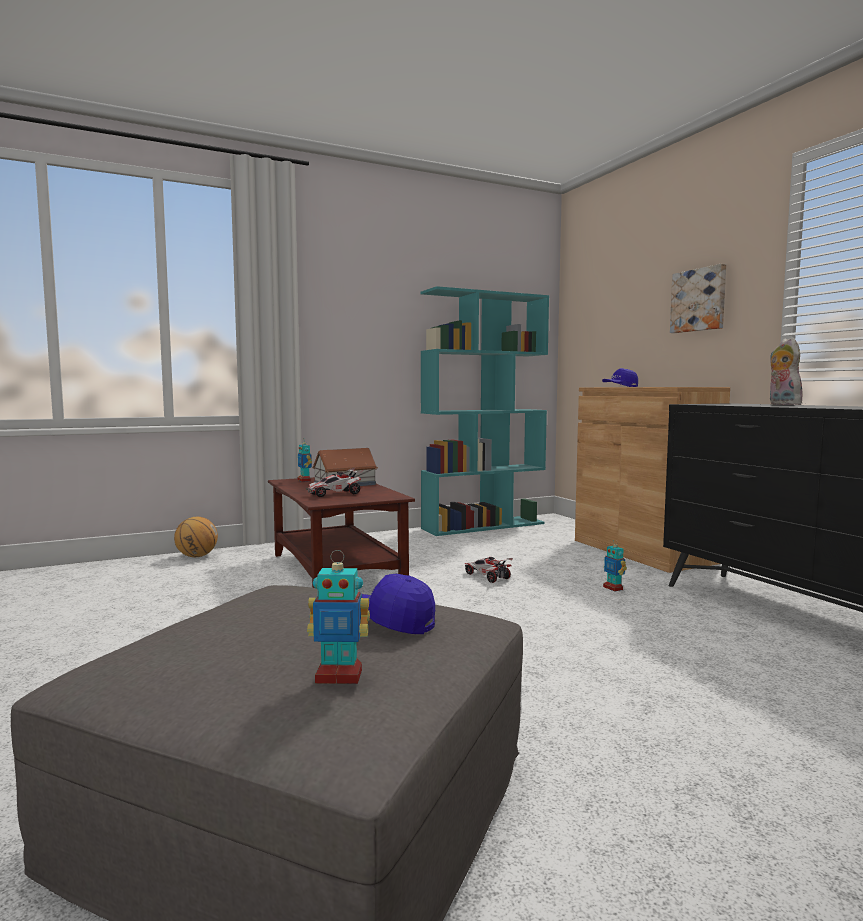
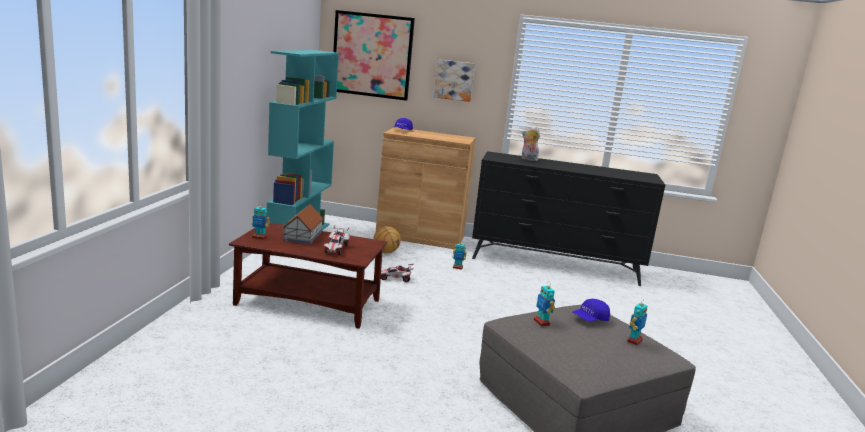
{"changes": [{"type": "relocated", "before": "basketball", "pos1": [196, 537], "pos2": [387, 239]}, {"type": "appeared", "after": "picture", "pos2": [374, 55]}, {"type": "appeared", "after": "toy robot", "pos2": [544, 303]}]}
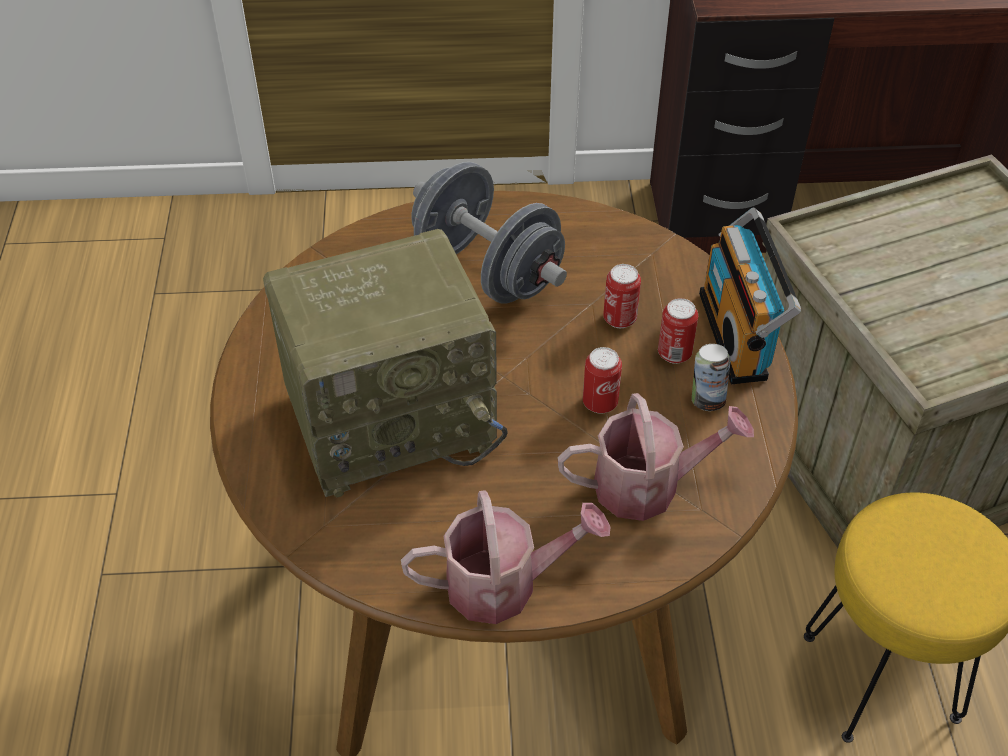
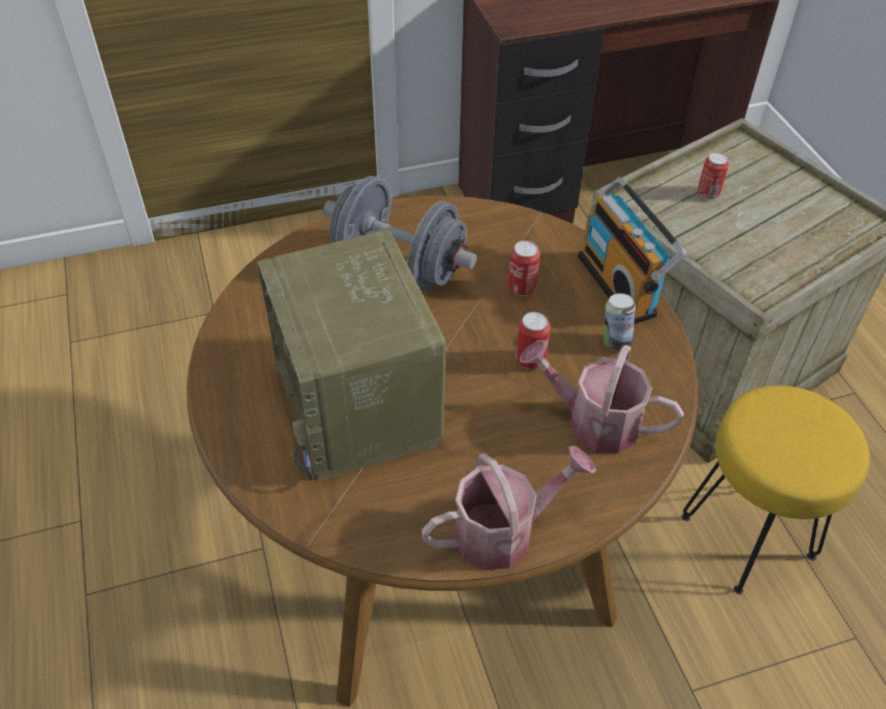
{"changes": [{"type": "spun", "before": "radio receiver", "pos1": [385, 363], "pos2": [351, 355], "turn": 105}, {"type": "relocated", "before": "sealed can", "pos1": [678, 331], "pos2": [713, 176]}, {"type": "spun", "before": "sprinkling can", "pos1": [656, 457], "pos2": [601, 397], "turn": -135}]}
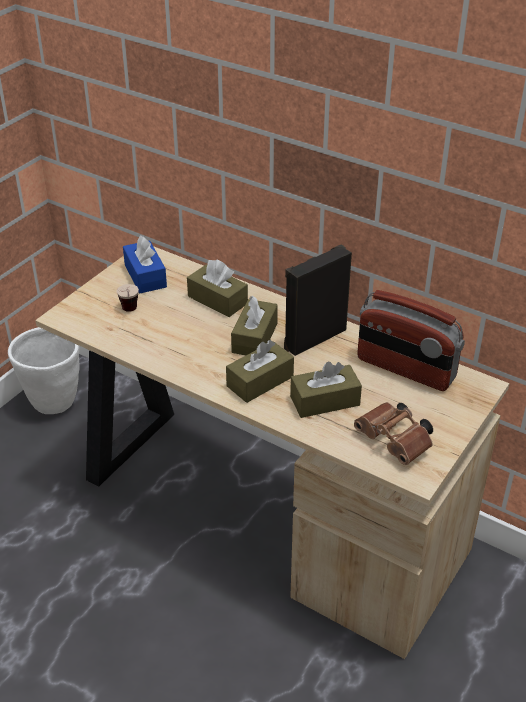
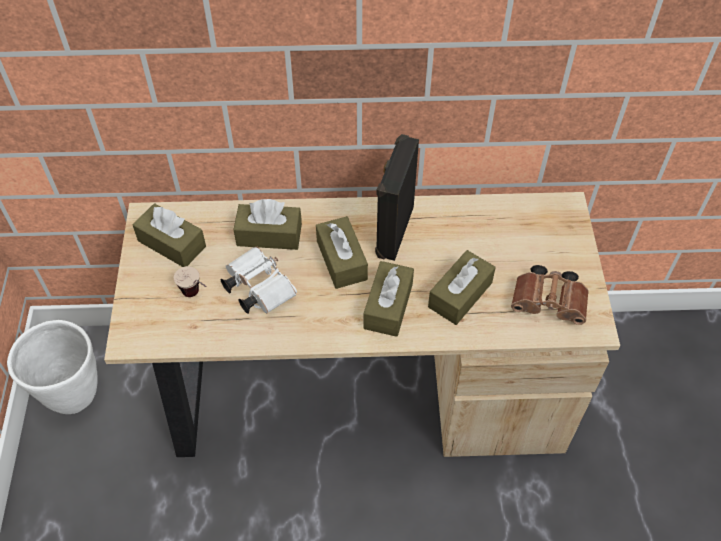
{"changes": [{"type": "colour", "before": "blue box of tissues", "after": "brown-coloured box of tissues", "pos1": [145, 264], "pos2": [169, 235]}, {"type": "missing", "before": "radio receiver", "pos1": [411, 340]}, {"type": "appeared", "after": "whitish binoculars", "pos2": [258, 280]}]}
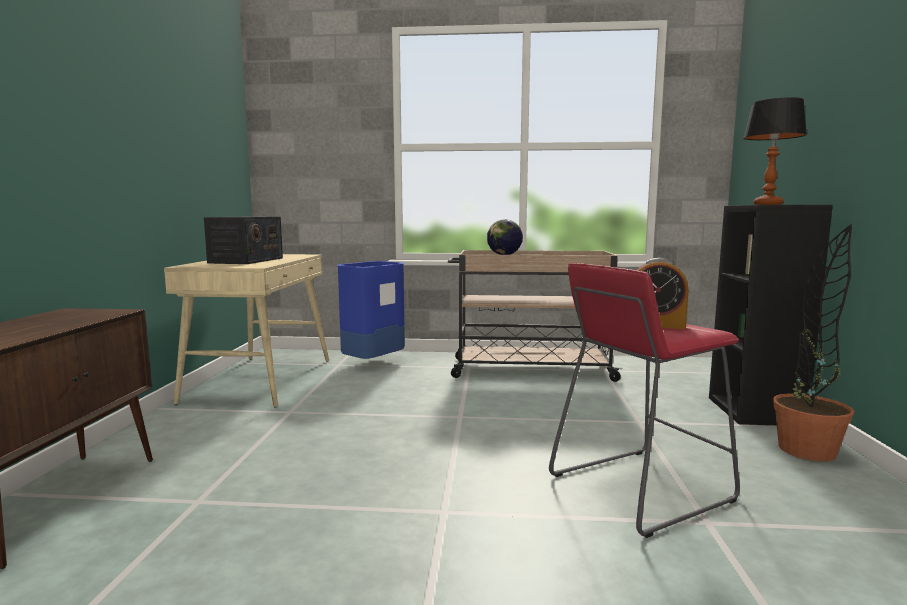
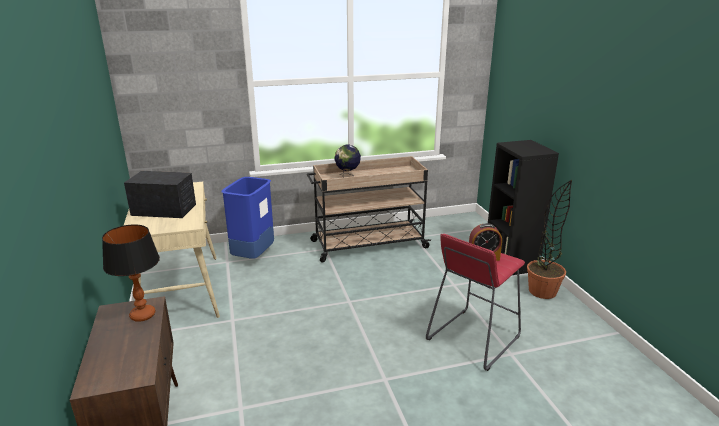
{"changes": [{"type": "relocated", "before": "table lamp", "pos1": [775, 151], "pos2": [131, 273]}, {"type": "spun", "before": "radio receiver", "pos1": [243, 240], "pos2": [160, 194], "turn": -75}]}
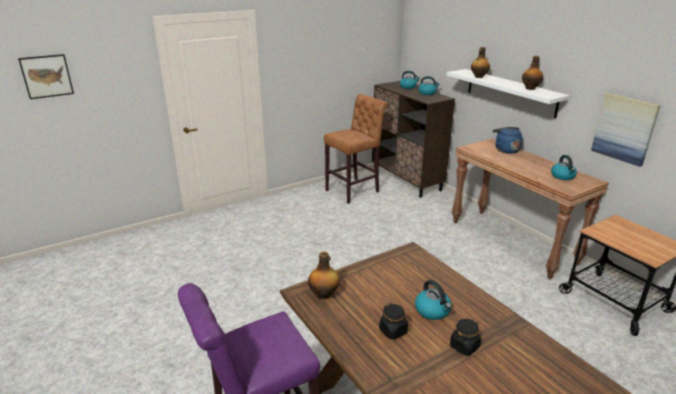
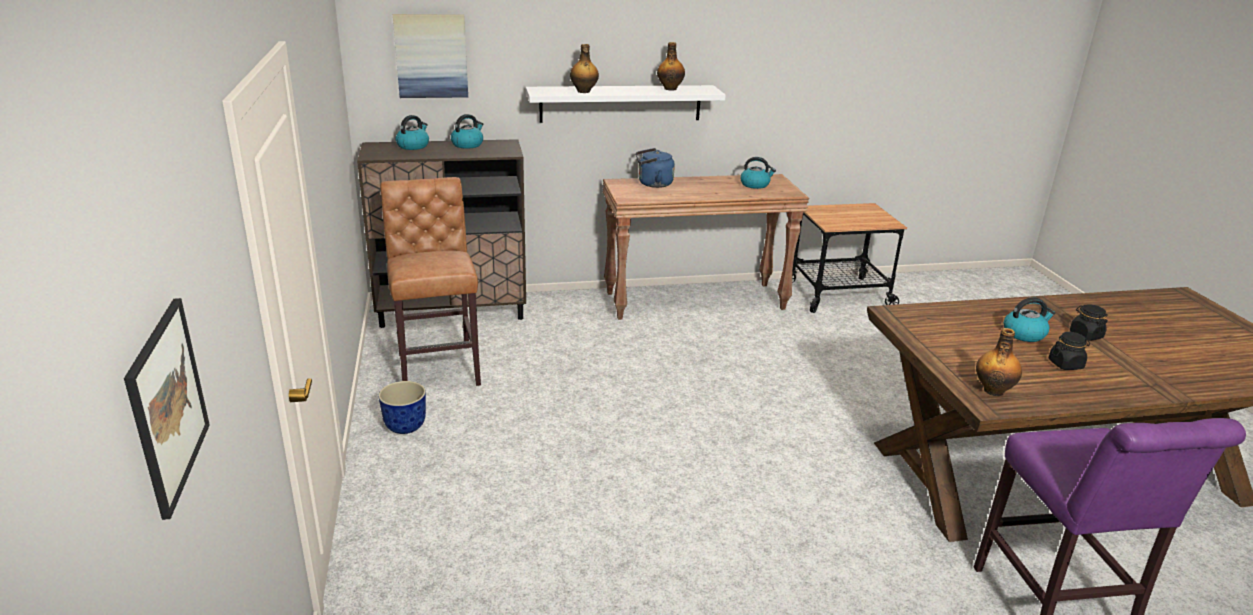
{"changes": [{"type": "relocated", "before": "picture", "pos1": [626, 130], "pos2": [430, 56]}, {"type": "appeared", "after": "planter", "pos2": [402, 407]}]}
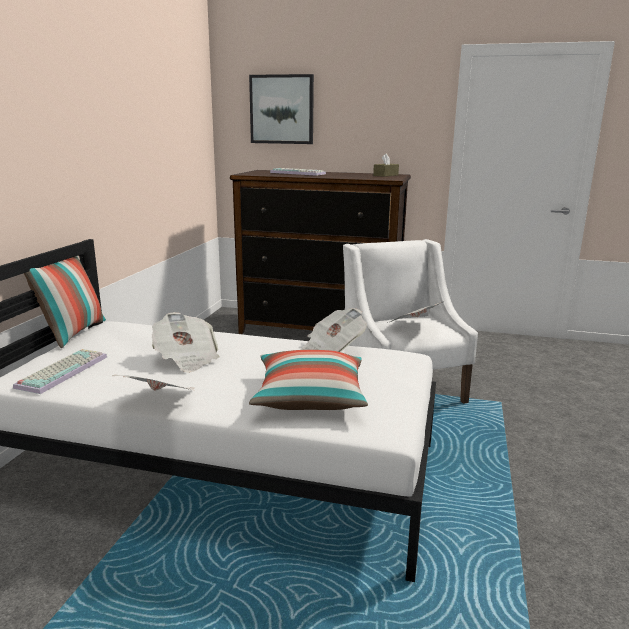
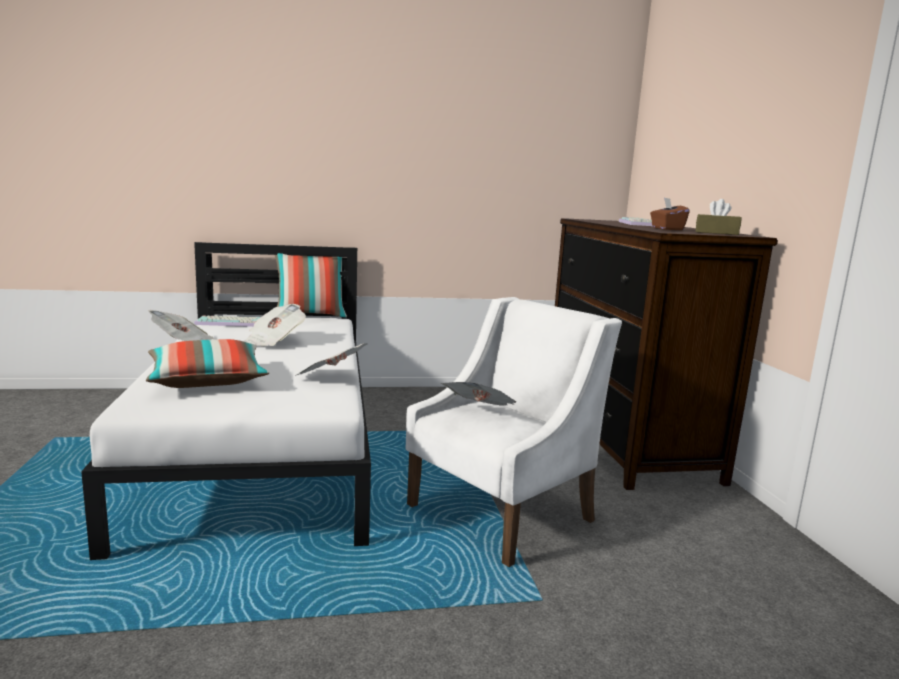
{"changes": [{"type": "missing", "before": "picture", "pos1": [281, 109]}, {"type": "appeared", "after": "brown-coloured box of tissues", "pos2": [670, 214]}]}
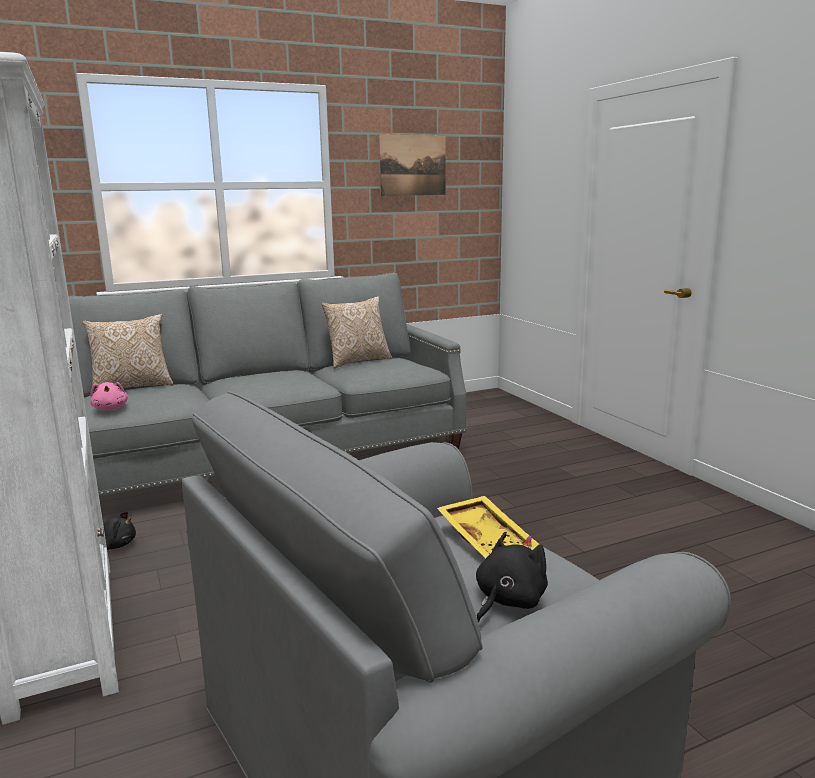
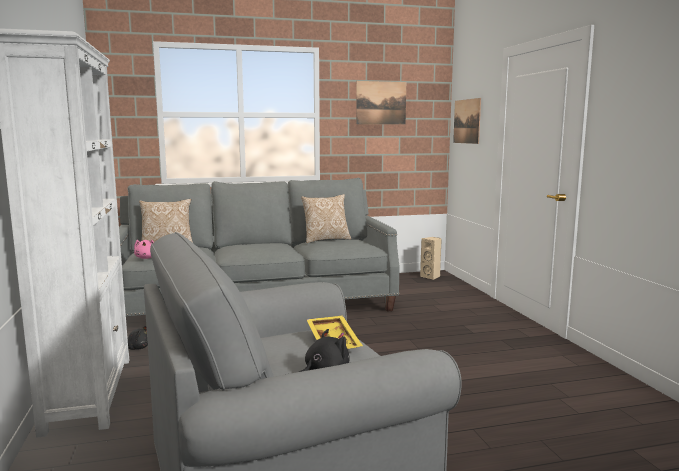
{"changes": [{"type": "appeared", "after": "picture", "pos2": [467, 121]}, {"type": "appeared", "after": "sand-coloured loudspeaker", "pos2": [431, 258]}]}
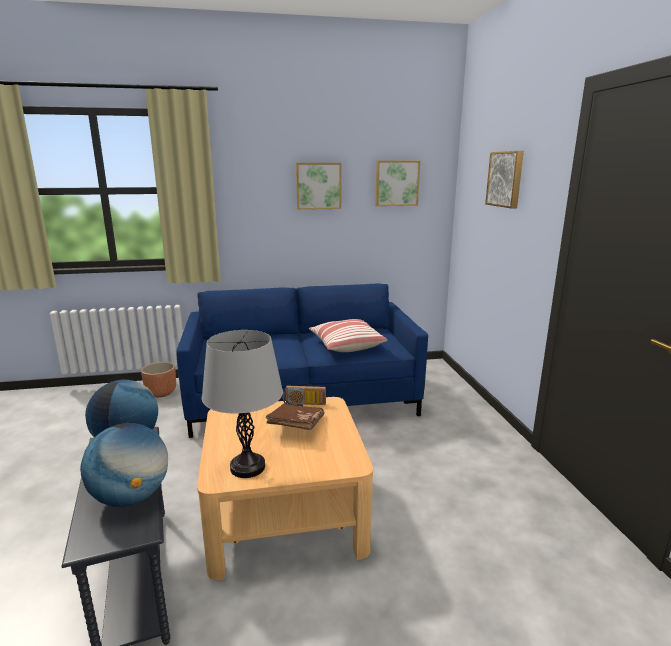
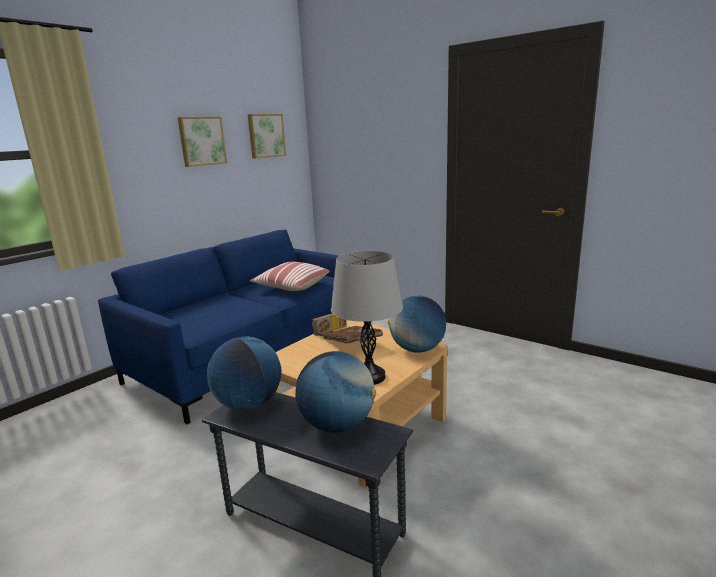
{"changes": [{"type": "missing", "before": "picture", "pos1": [504, 179]}, {"type": "missing", "before": "brown-coloured planter", "pos1": [158, 379]}, {"type": "appeared", "after": "desk globe", "pos2": [417, 324]}]}
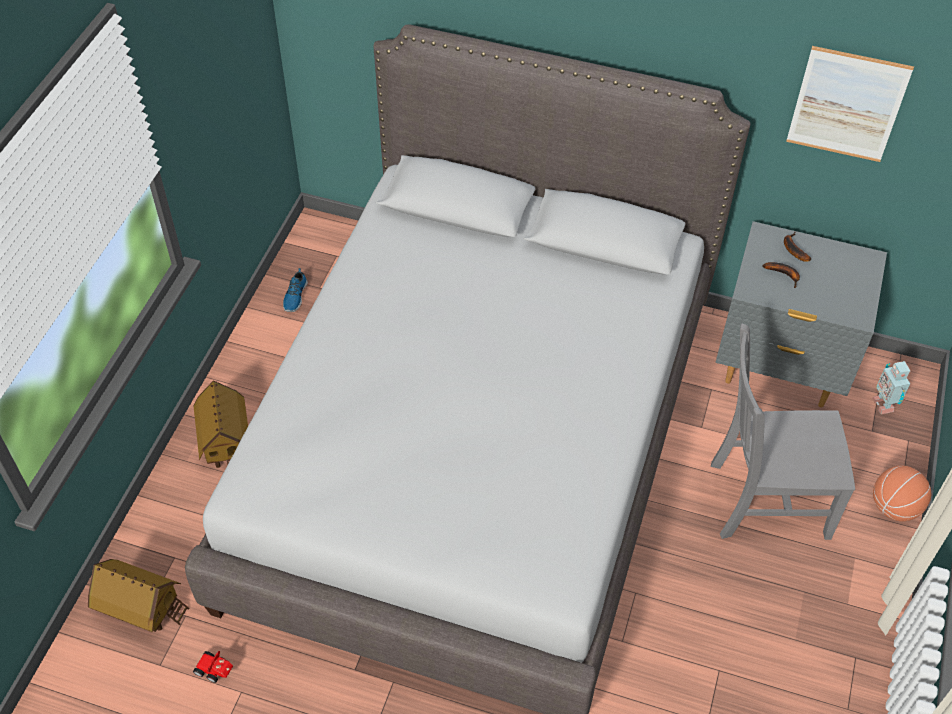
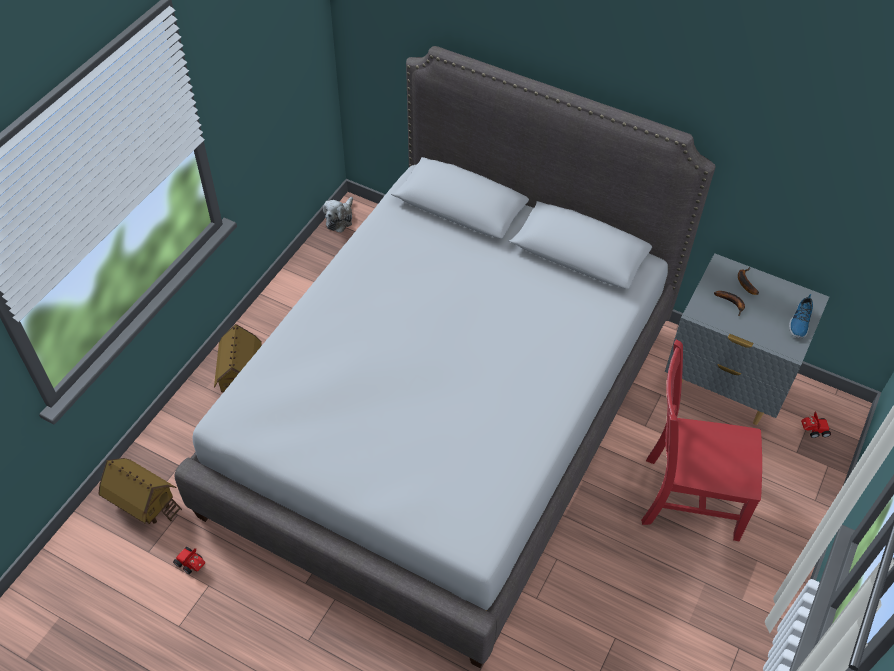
{"changes": [{"type": "missing", "before": "picture", "pos1": [850, 104]}, {"type": "relocated", "before": "item of footwear", "pos1": [295, 290], "pos2": [801, 316]}, {"type": "colour", "before": "grey chair", "after": "red-coloured chair", "pos1": [783, 432], "pos2": [701, 440]}, {"type": "exchanged", "before": "toy robot", "after": "miniature car", "pos1": [891, 388], "pos2": [816, 425]}, {"type": "missing", "before": "basketball", "pos1": [902, 493]}, {"type": "appeared", "after": "plush toy", "pos2": [338, 215]}]}
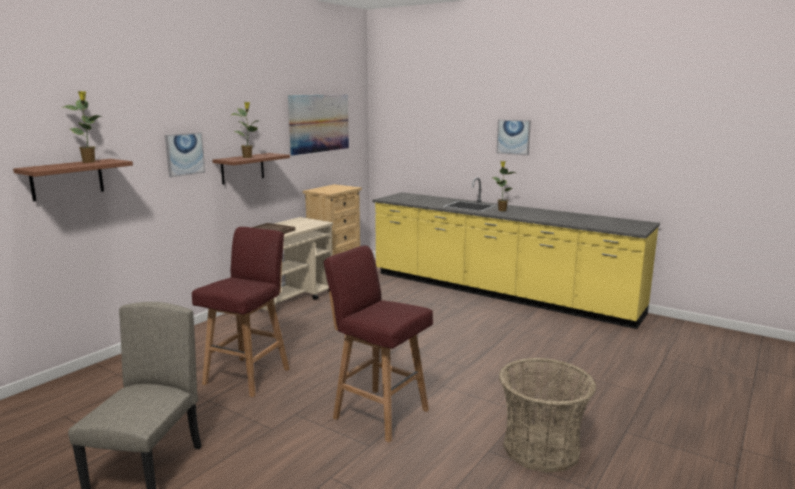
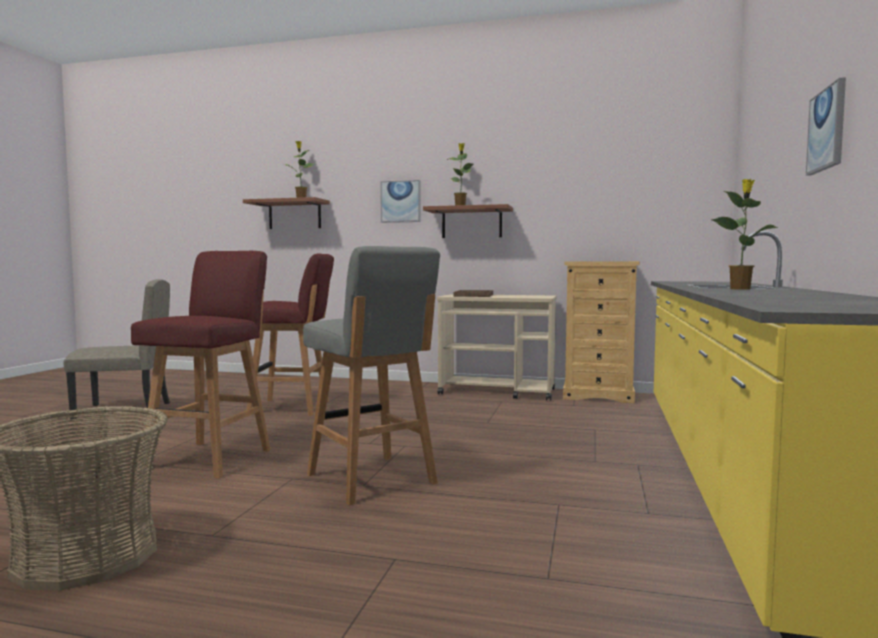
{"changes": [{"type": "missing", "before": "picture", "pos1": [318, 124]}, {"type": "appeared", "after": "grey sitting stool", "pos2": [371, 375]}]}
